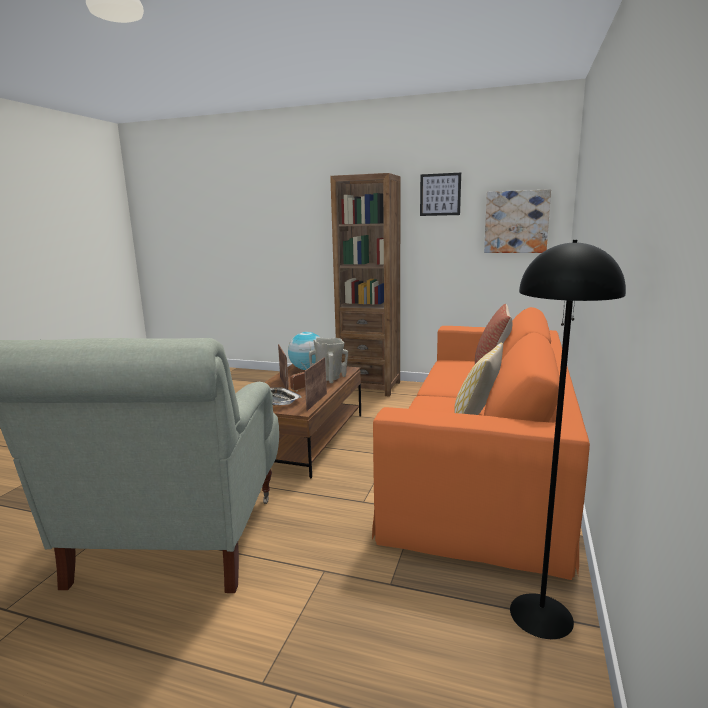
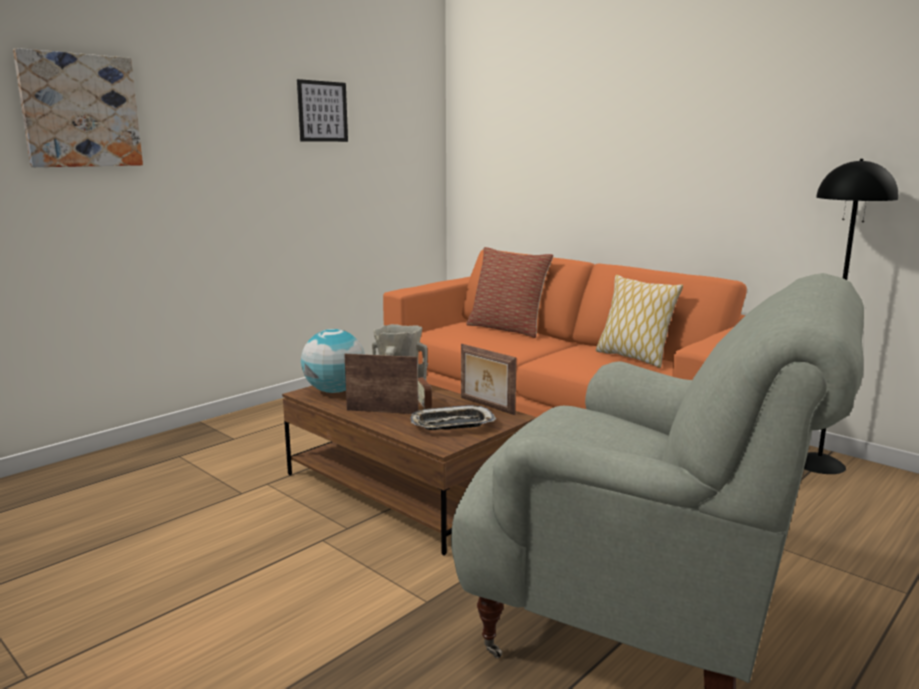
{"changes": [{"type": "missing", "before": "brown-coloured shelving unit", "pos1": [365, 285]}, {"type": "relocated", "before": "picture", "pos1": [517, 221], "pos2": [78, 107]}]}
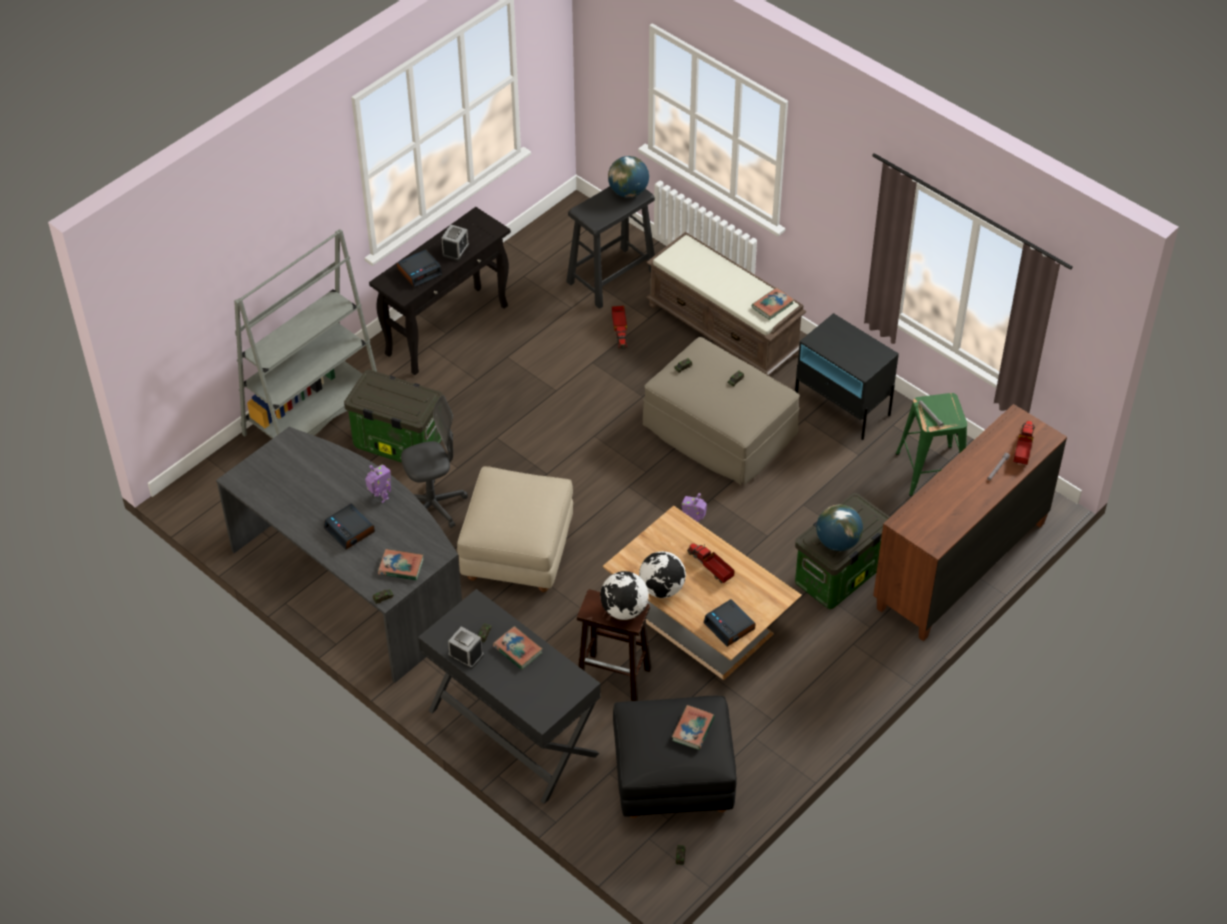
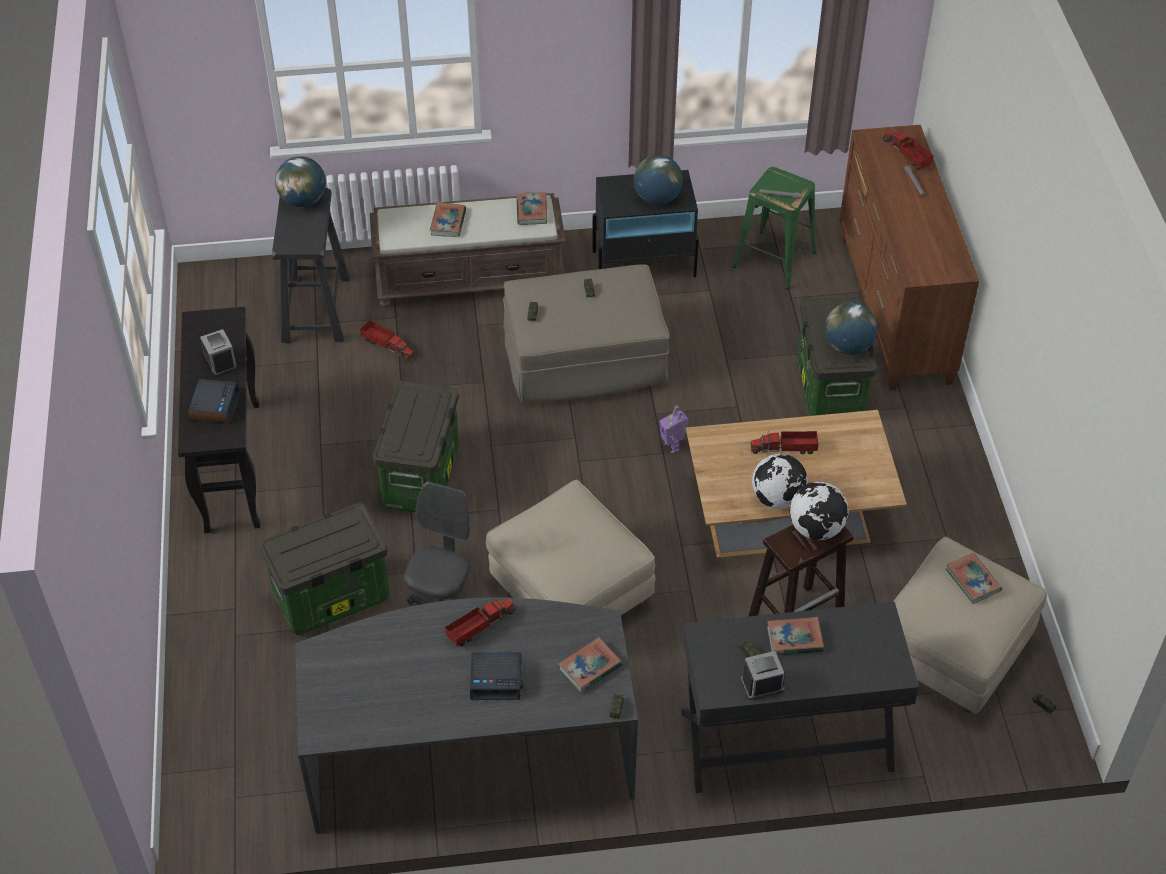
{"changes": [{"type": "missing", "before": "grey shelving unit", "pos1": [305, 334]}, {"type": "exchanged", "before": "toy robot", "after": "toy lorry", "pos1": [378, 483], "pos2": [480, 623]}, {"type": "missing", "before": "bedside clock", "pos1": [729, 623]}, {"type": "colour", "before": "blackish ottoman", "after": "sand-coloured ottoman", "pos1": [675, 757], "pos2": [970, 625]}, {"type": "appeared", "after": "desk globe", "pos2": [658, 180]}, {"type": "appeared", "after": "bound book", "pos2": [448, 220]}, {"type": "appeared", "after": "storage bin", "pos2": [416, 446]}]}
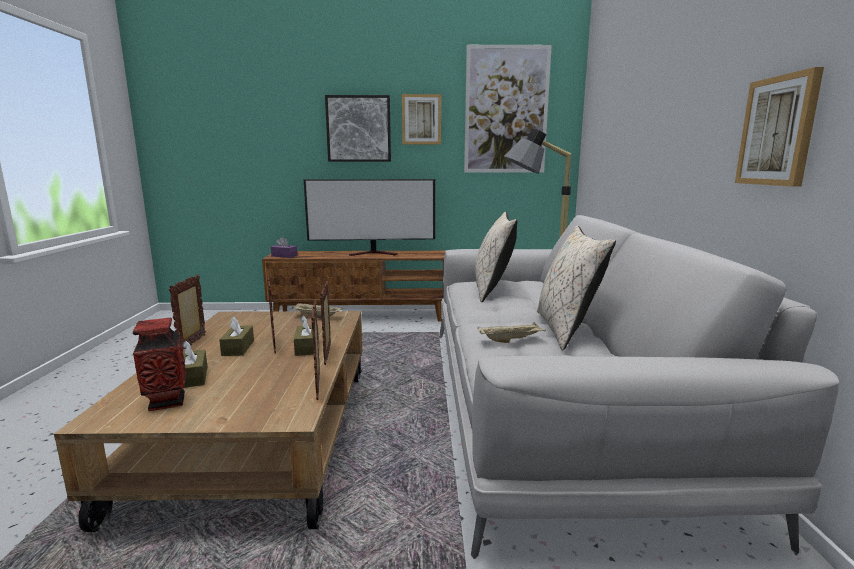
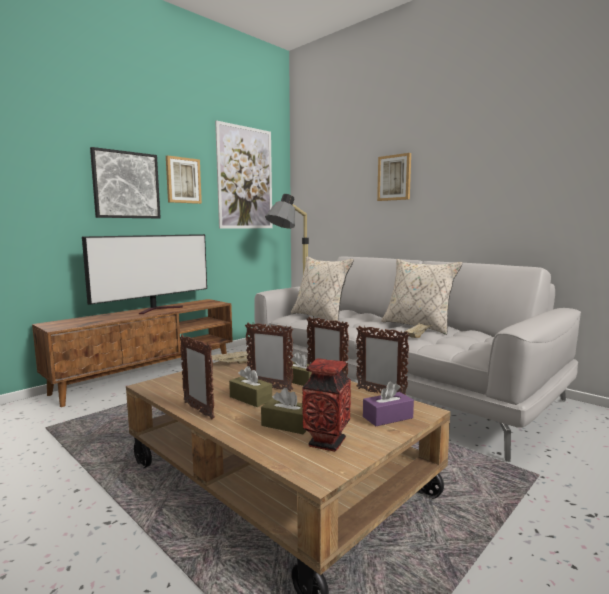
{"changes": [{"type": "relocated", "before": "picture", "pos1": [779, 127], "pos2": [394, 177]}, {"type": "relocated", "before": "purplish box of tissues", "pos1": [284, 247], "pos2": [388, 404]}]}
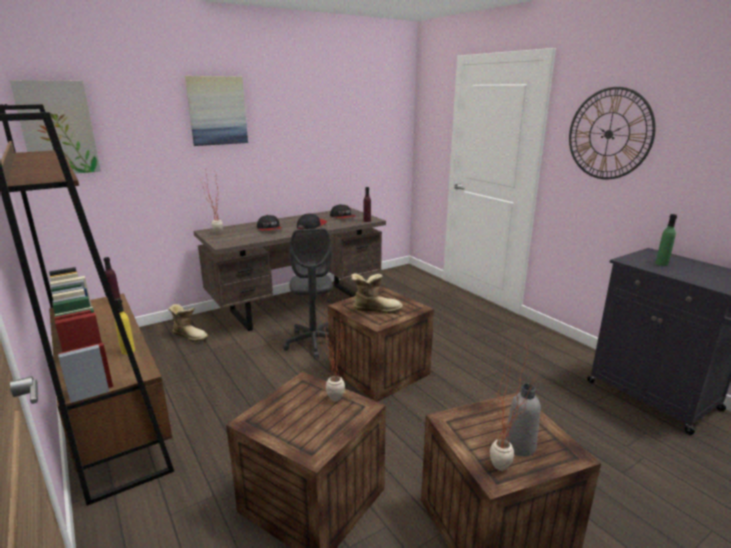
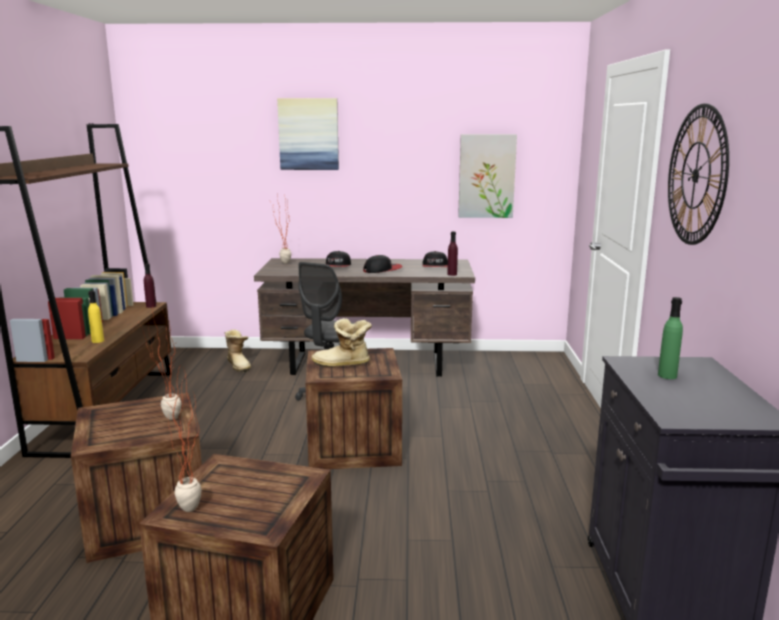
{"changes": [{"type": "relocated", "before": "picture", "pos1": [55, 127], "pos2": [487, 176]}, {"type": "spun", "before": "tall boot", "pos1": [376, 293], "pos2": [341, 342], "turn": 150}, {"type": "missing", "before": "grey bottle", "pos1": [523, 420]}]}
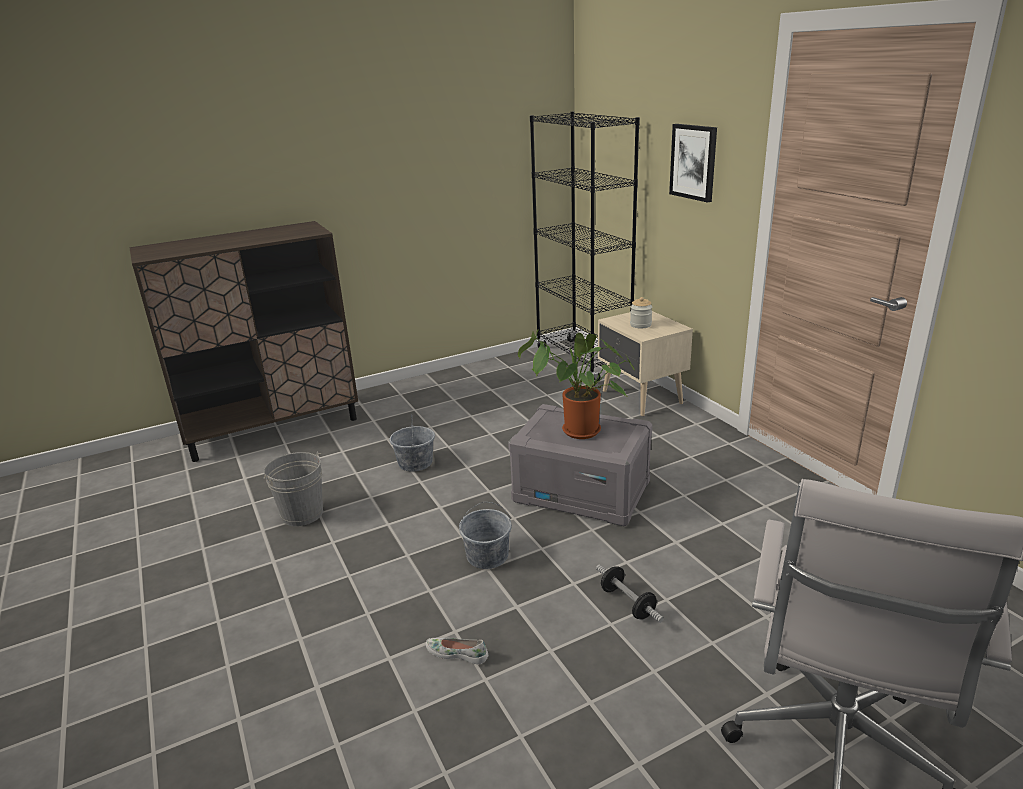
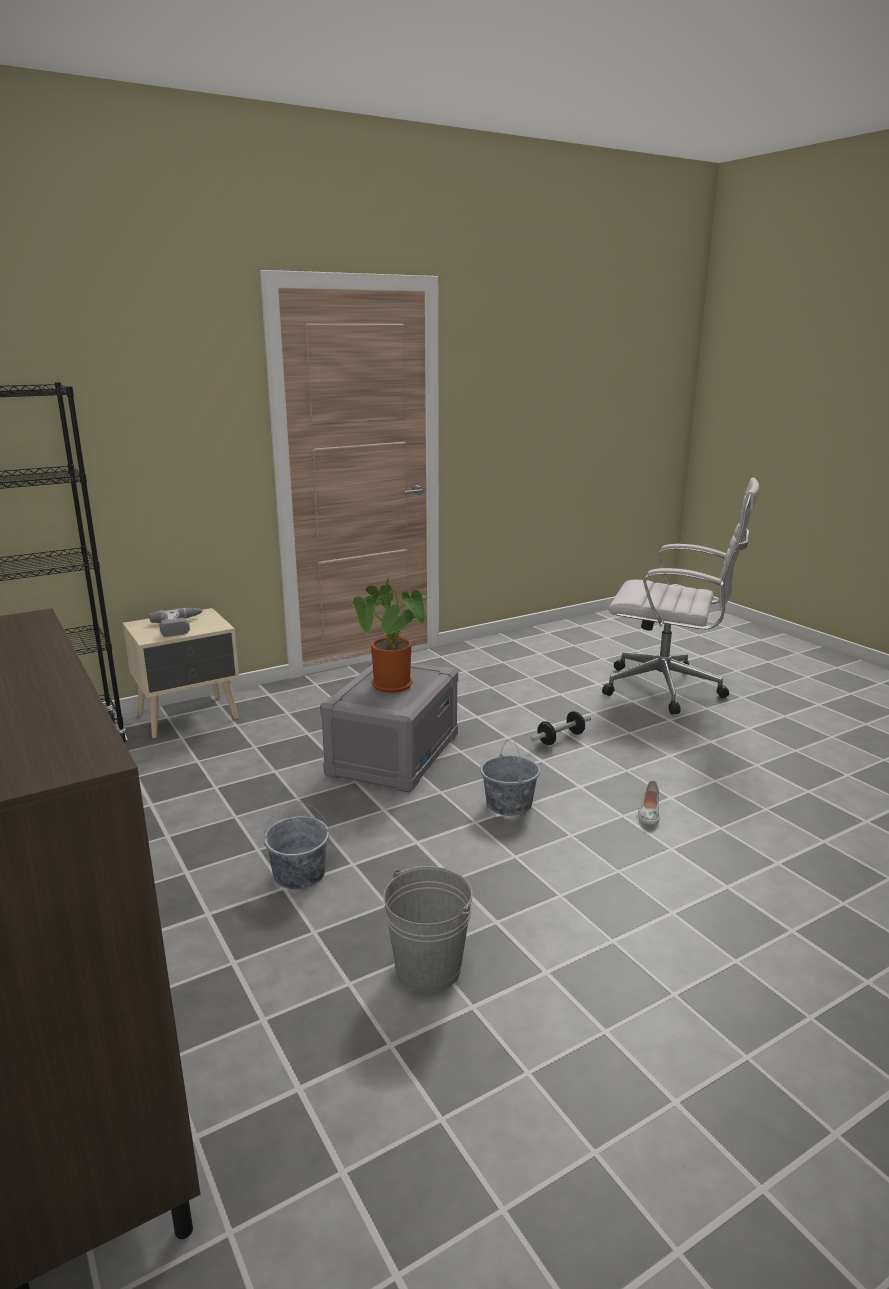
{"changes": [{"type": "missing", "before": "picture", "pos1": [693, 163]}, {"type": "exchanged", "before": "storage jar", "after": "power drill", "pos1": [641, 312], "pos2": [176, 622]}]}
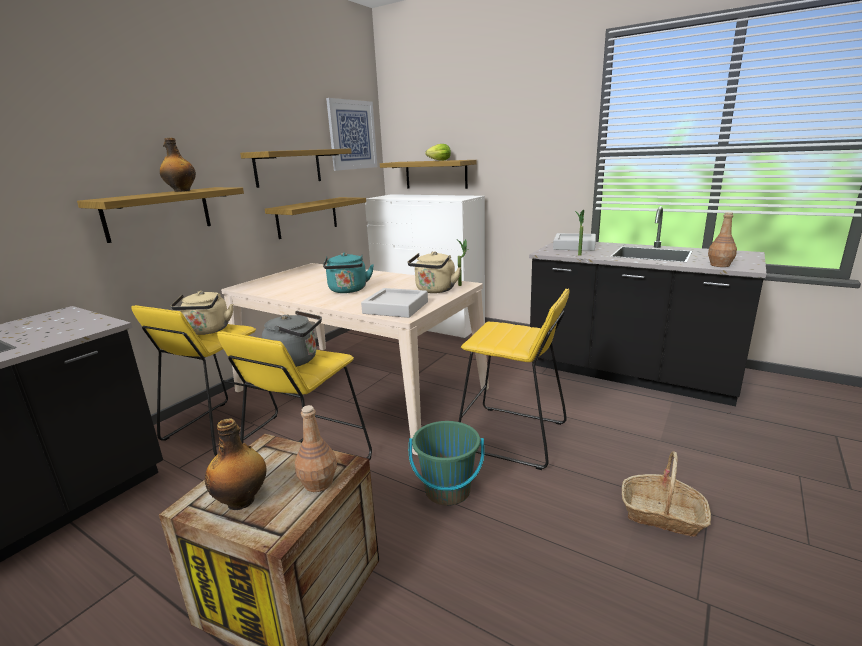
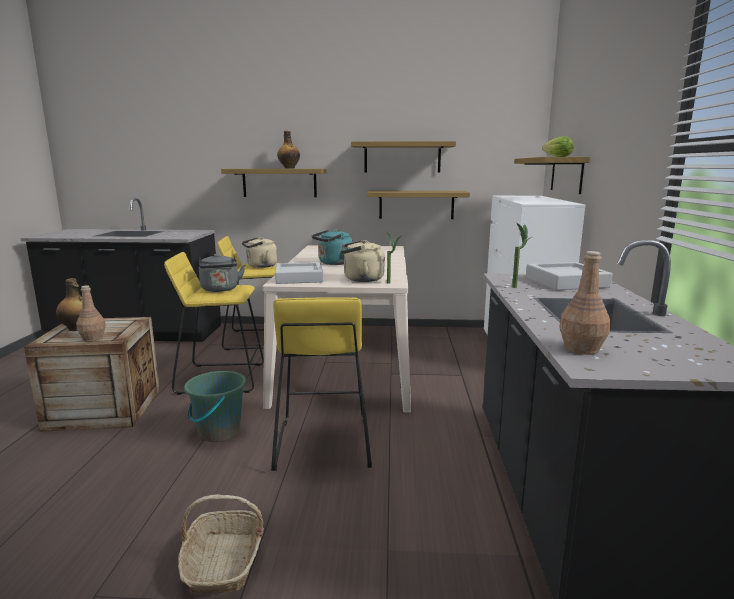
{"changes": [{"type": "missing", "before": "picture", "pos1": [351, 134]}]}
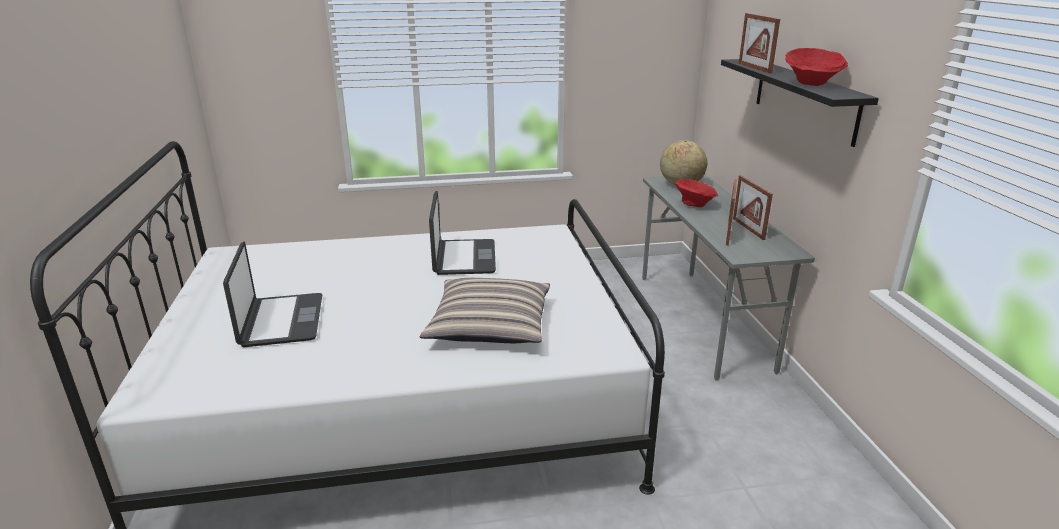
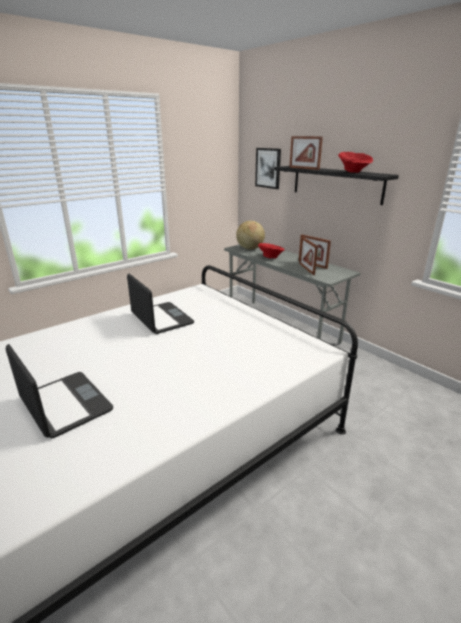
{"changes": [{"type": "missing", "before": "pillow", "pos1": [485, 310]}, {"type": "appeared", "after": "picture", "pos2": [268, 168]}]}
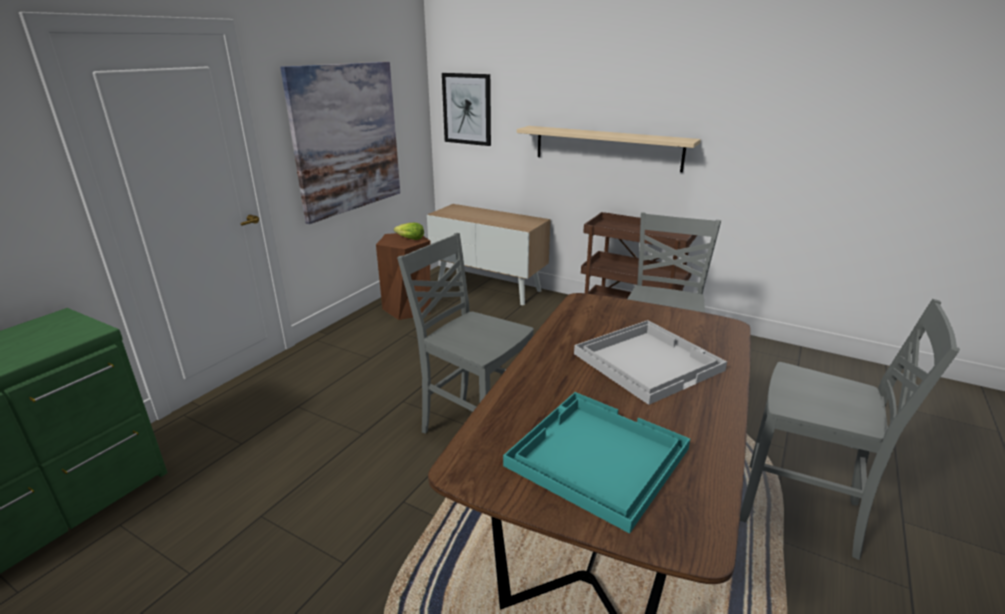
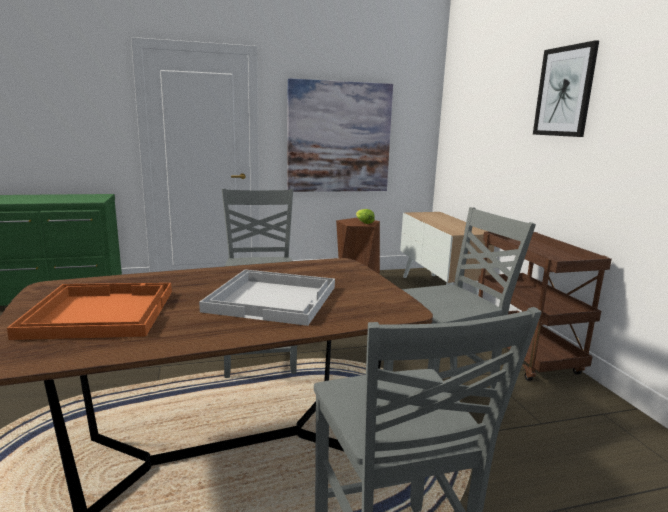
{"changes": [{"type": "relocated", "before": "picture", "pos1": [466, 109], "pos2": [566, 88]}, {"type": "missing", "before": "sand-coloured shelf", "pos1": [609, 149]}, {"type": "colour", "before": "blue-green carrying tray", "after": "orangey carrying tray", "pos1": [596, 463], "pos2": [89, 311]}]}
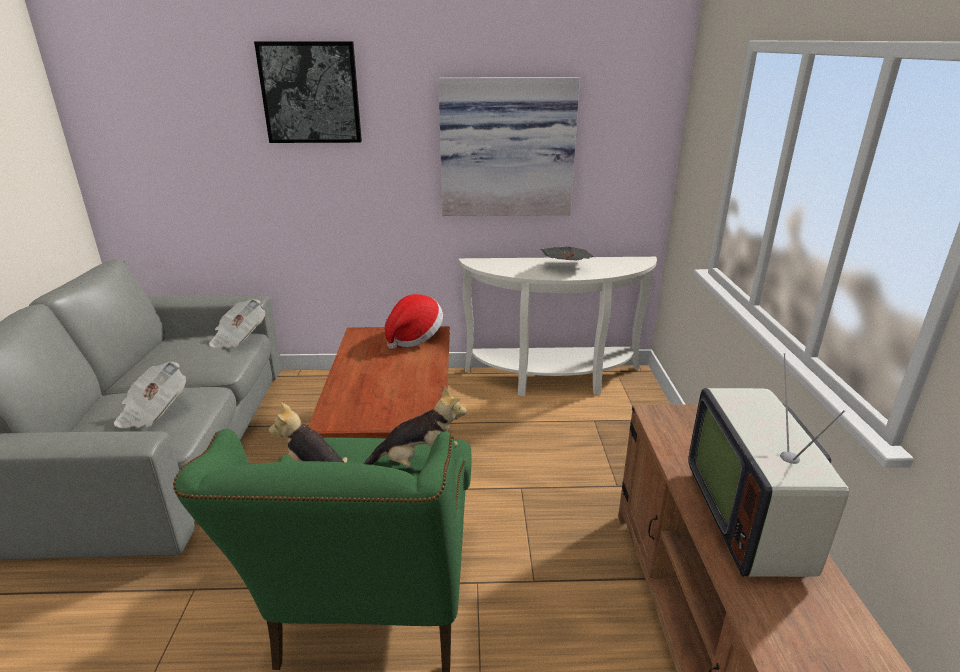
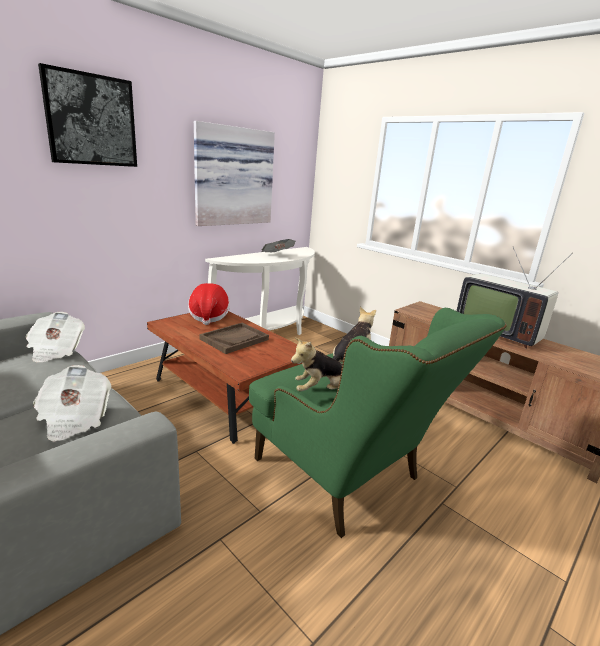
{"changes": [{"type": "appeared", "after": "brown-coloured carrying tray", "pos2": [234, 338]}]}
